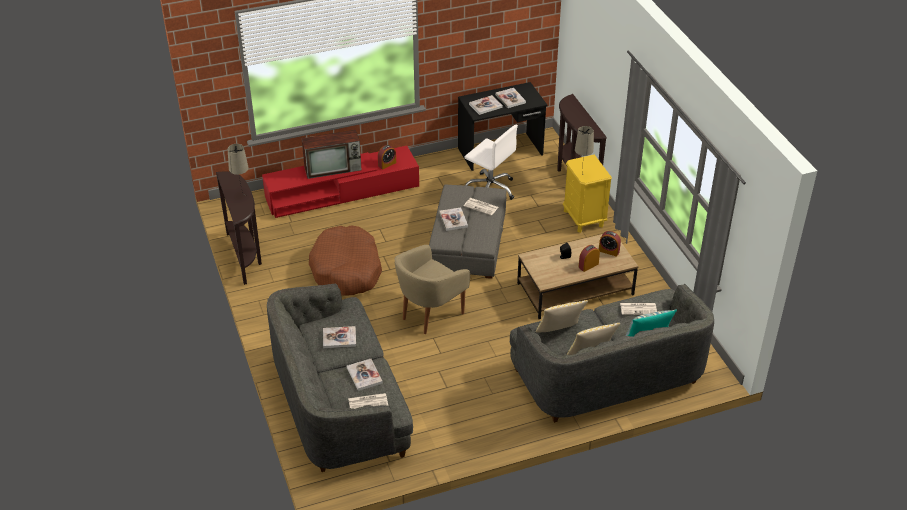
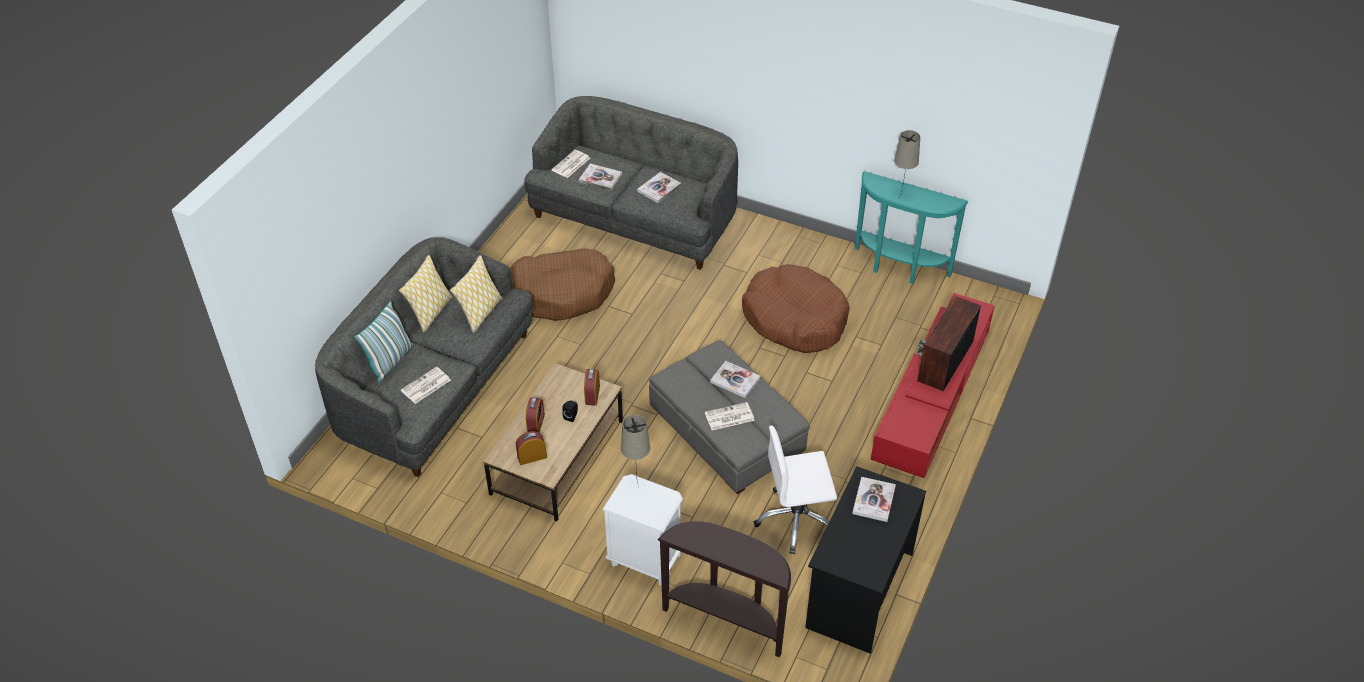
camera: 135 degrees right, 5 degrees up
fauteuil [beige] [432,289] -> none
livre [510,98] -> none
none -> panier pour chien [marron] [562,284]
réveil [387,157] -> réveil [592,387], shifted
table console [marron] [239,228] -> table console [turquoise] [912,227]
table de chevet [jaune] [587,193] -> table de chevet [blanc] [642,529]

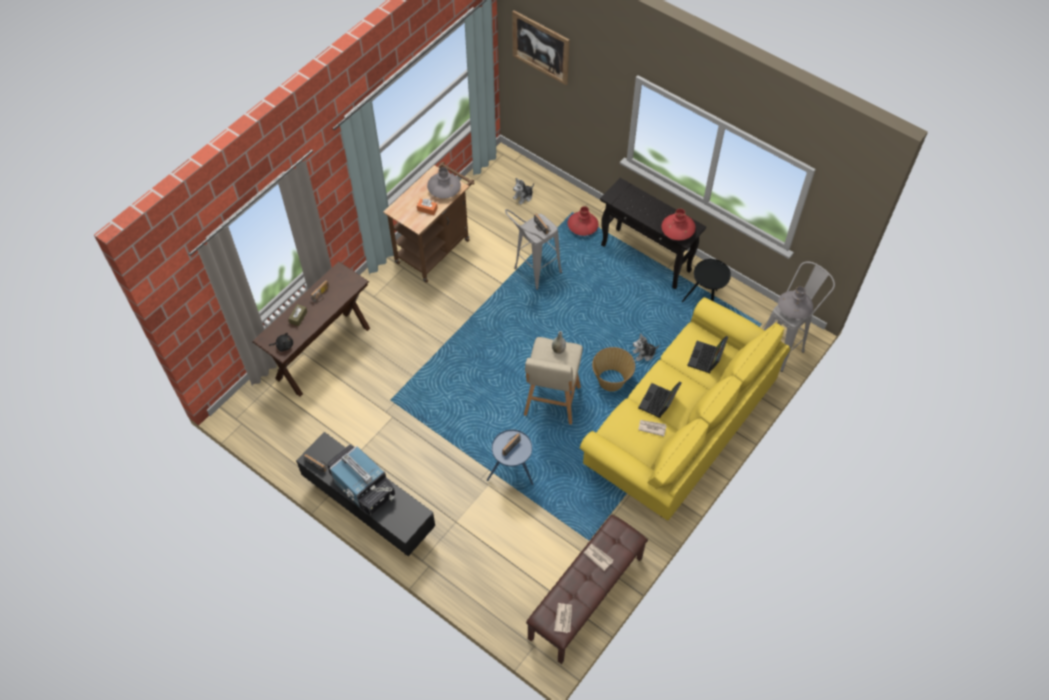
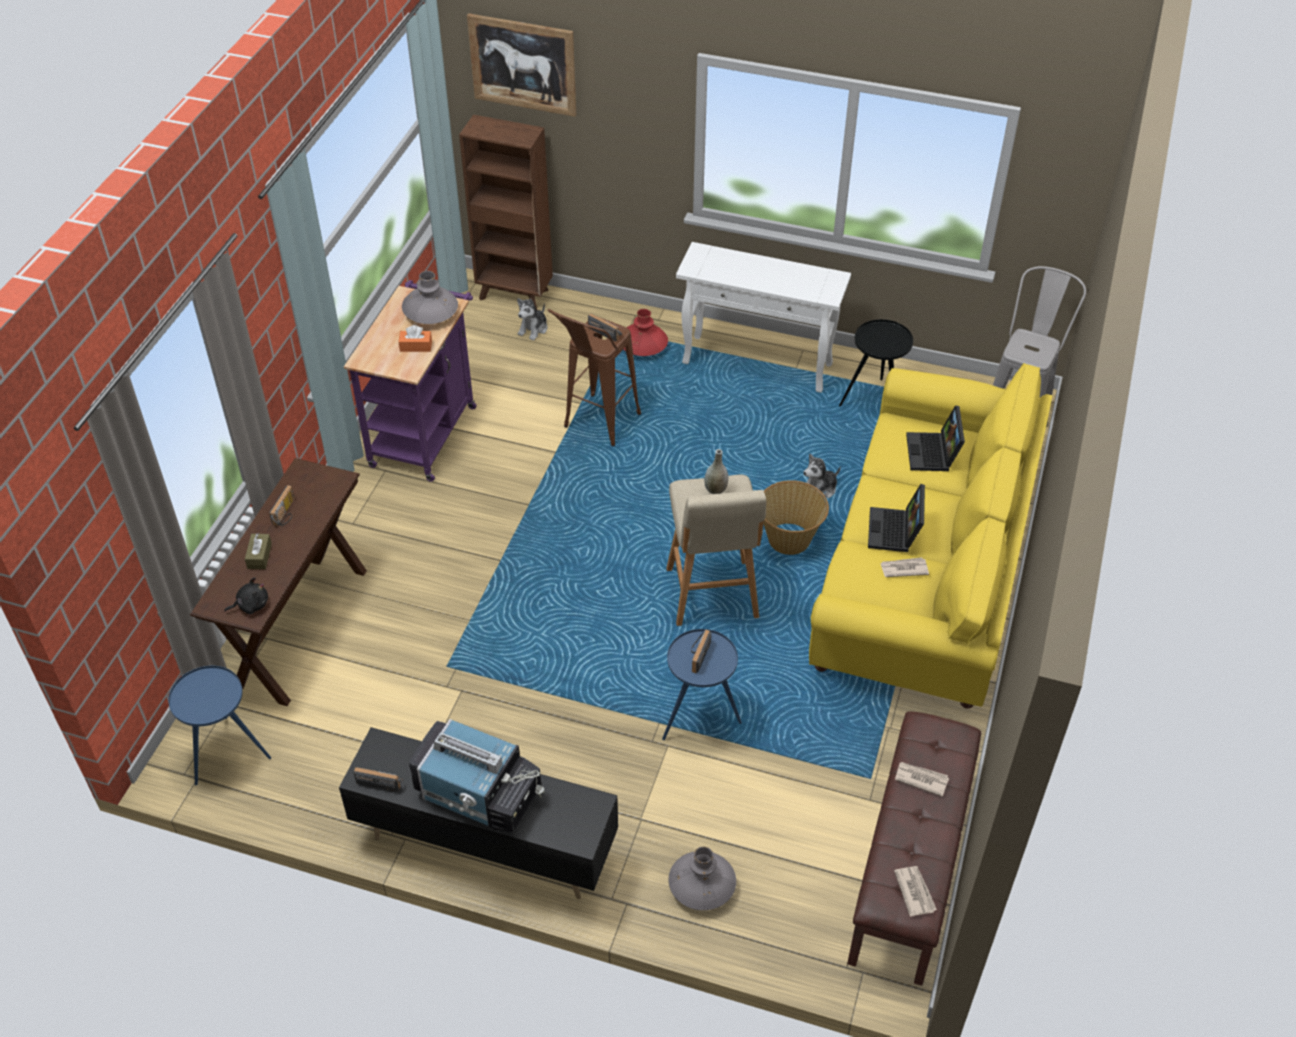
camera: 20 degrees left, 10 degrees down
vase [rouge] [678,224] -> none
none -> table d'appoint [bleu] [219,725]
none -> bibliothèque [marron] [506,212]
vase [gris] [795,302] -> vase [gris] [702,878], shifted
chariot [marron] [428,222] -> chariot [violet] [410,381]
tabouret [gris] [533,249] -> tabouret [marron] [594,377]
table console [noir] [653,233] -> table console [blanc] [763,317]

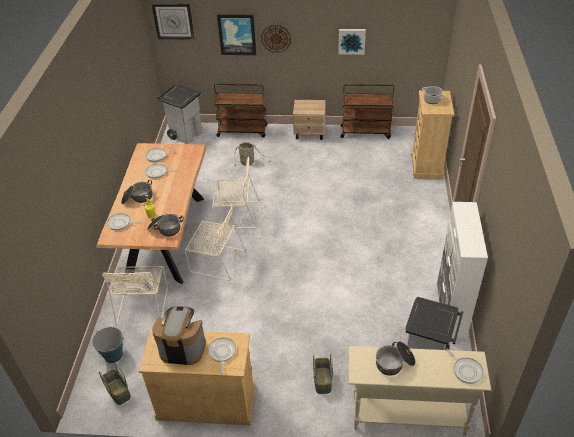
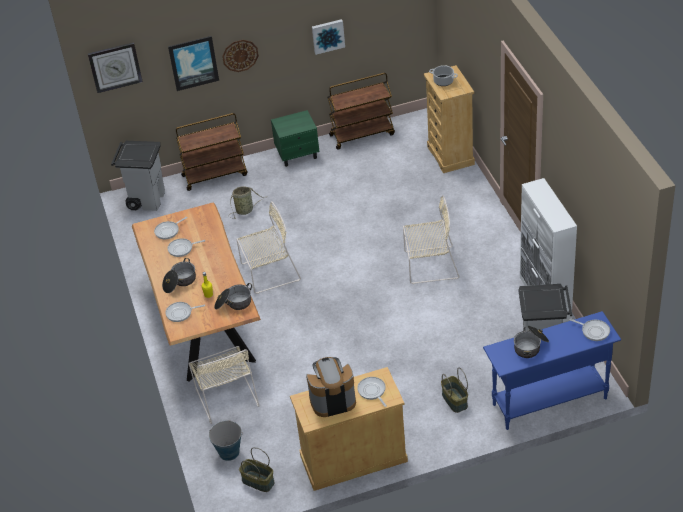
camera: 20 degrees left, 0 degrees up
chaise [beige] [215,242] -> chaise [beige] [431,239], shifted
table de chevet [beige] [309,120] -> table de chevet [vert] [295,138]
table console [beige] [419,391] -> table console [bleu] [552,370]

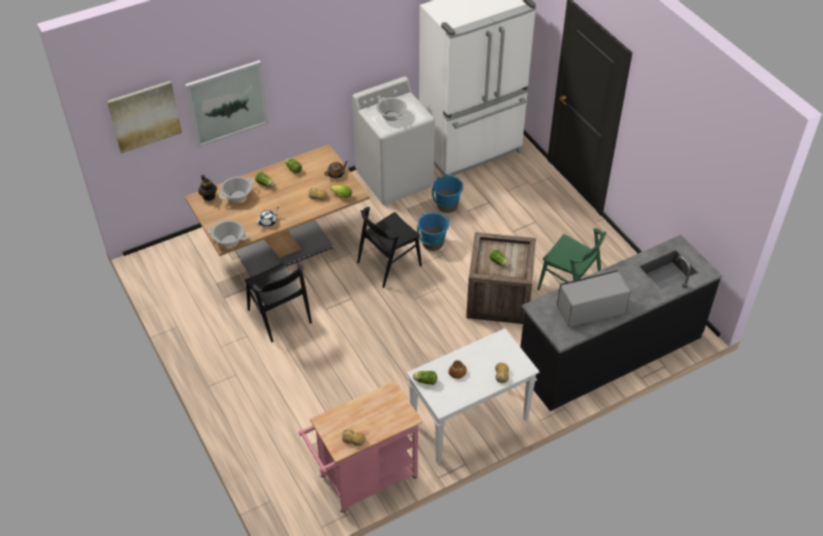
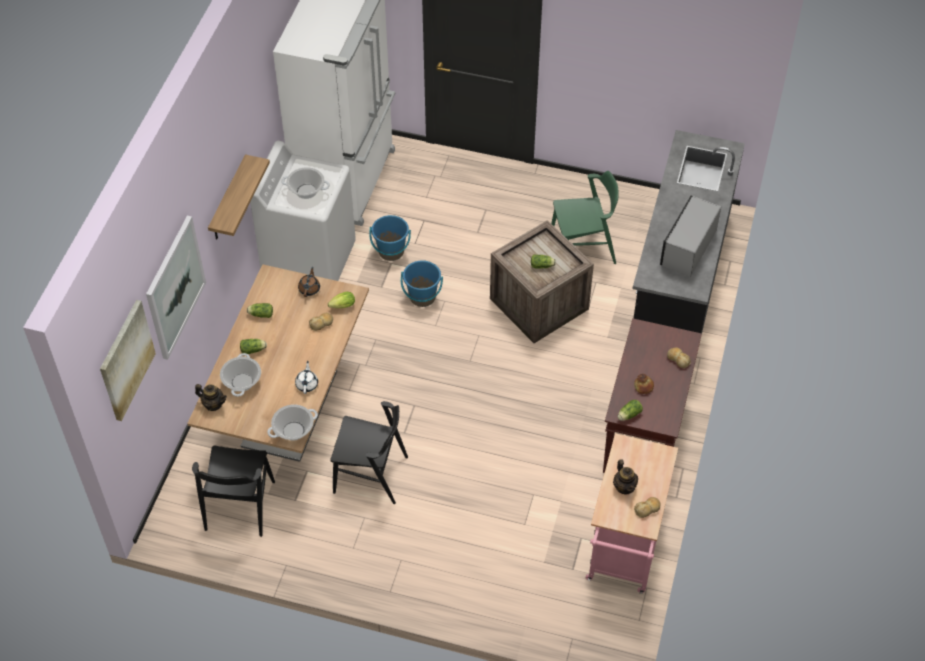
camera: 45 degrees left, 5 degrees up
none -> étagère [239,197]
none -> théière [625,477]
chaise [noir] [389,247] -> chaise [noir] [233,491], shifted
table console [blanc] [473,396] -> table console [marron] [652,396]

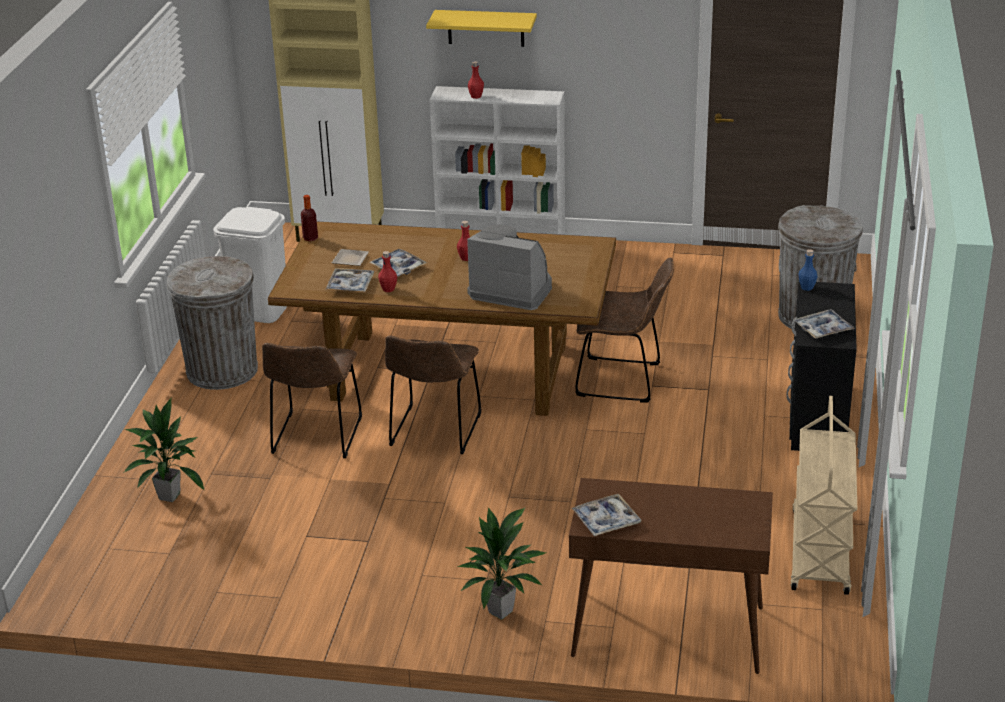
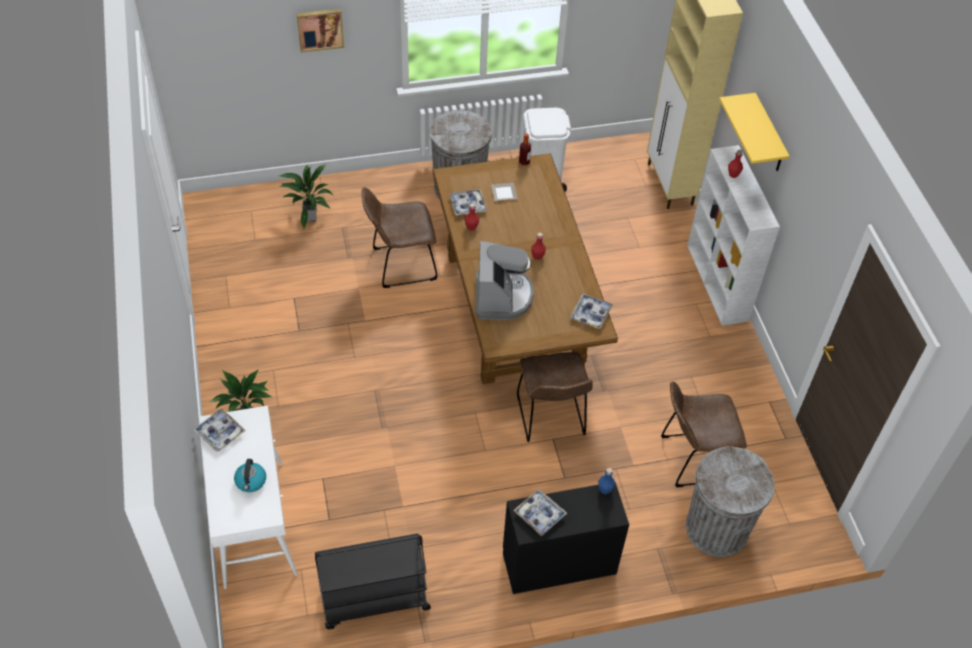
camera: 65 degrees right, 20 degrees up
none -> bouilloire [250,475]
none -> tableau [320,31]
plateau [398,263] -> plateau [591,311], shifted
chaise [marron] [433,395] -> chaise [marron] [704,434], shifted
table console [marron] [671,576] -> table console [blanc] [248,497]
chariot [beige] [824,495] -> chariot [noir] [373,581]

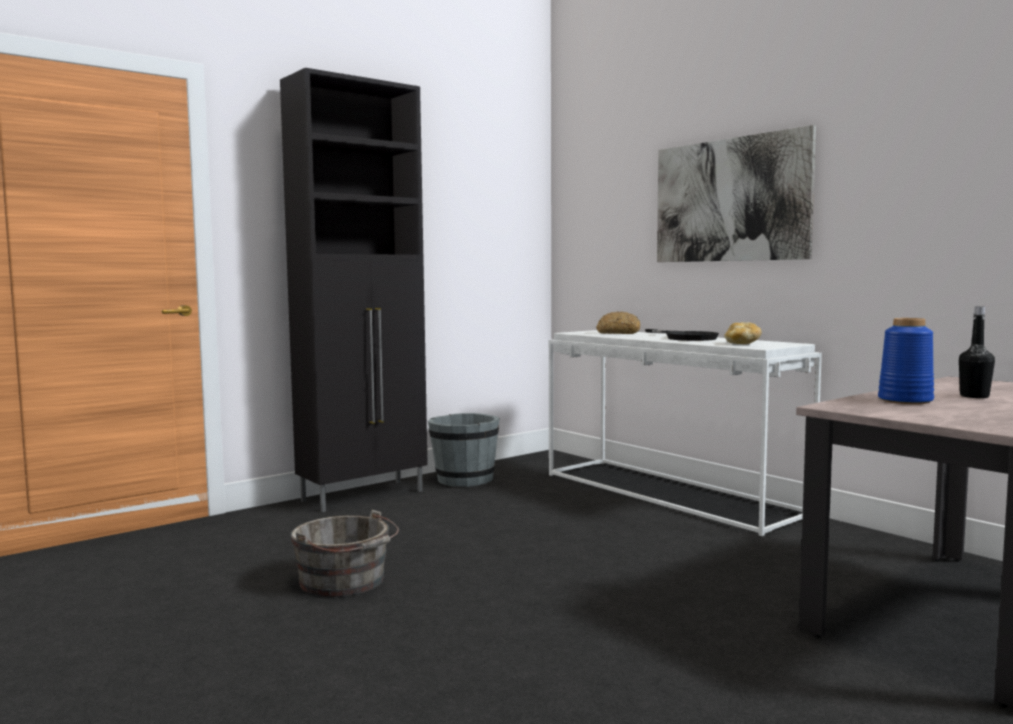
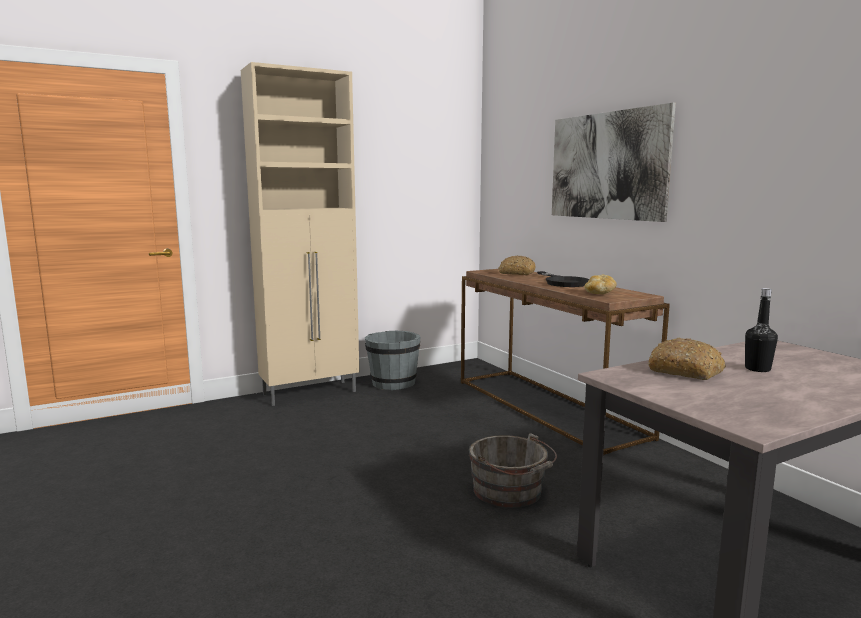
camera: 10 degrees right, 5 degrees up
seau [gris] [345,553] -> seau [gris] [513,470], shifted
vase [bleu] [906,361] -> pain [687,359]
meuble de rangement [noir] [354,290] -> meuble de rangement [beige] [300,234]
table console [blanc] [685,433] -> table console [marron] [565,362]

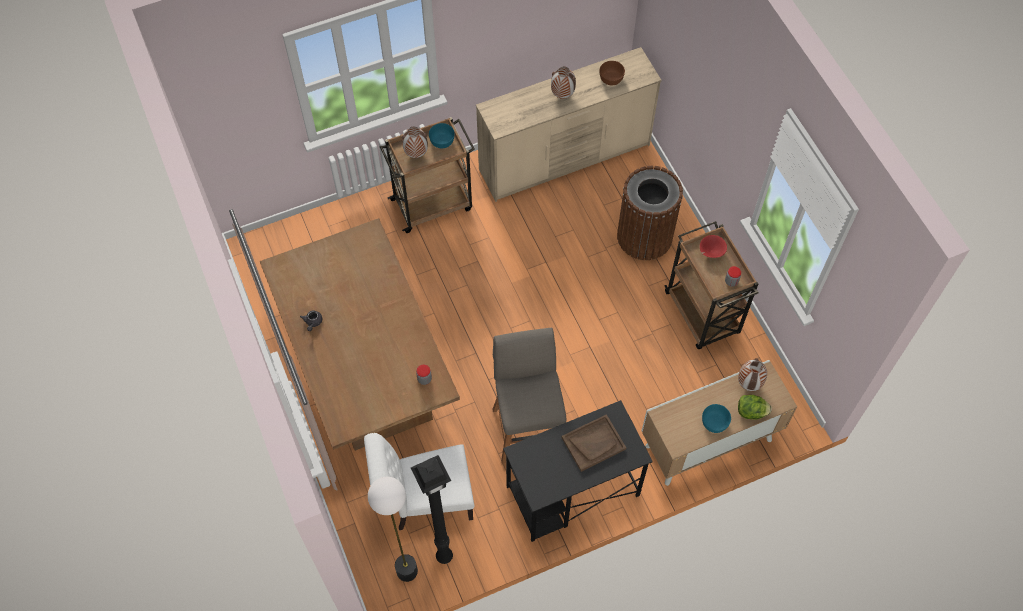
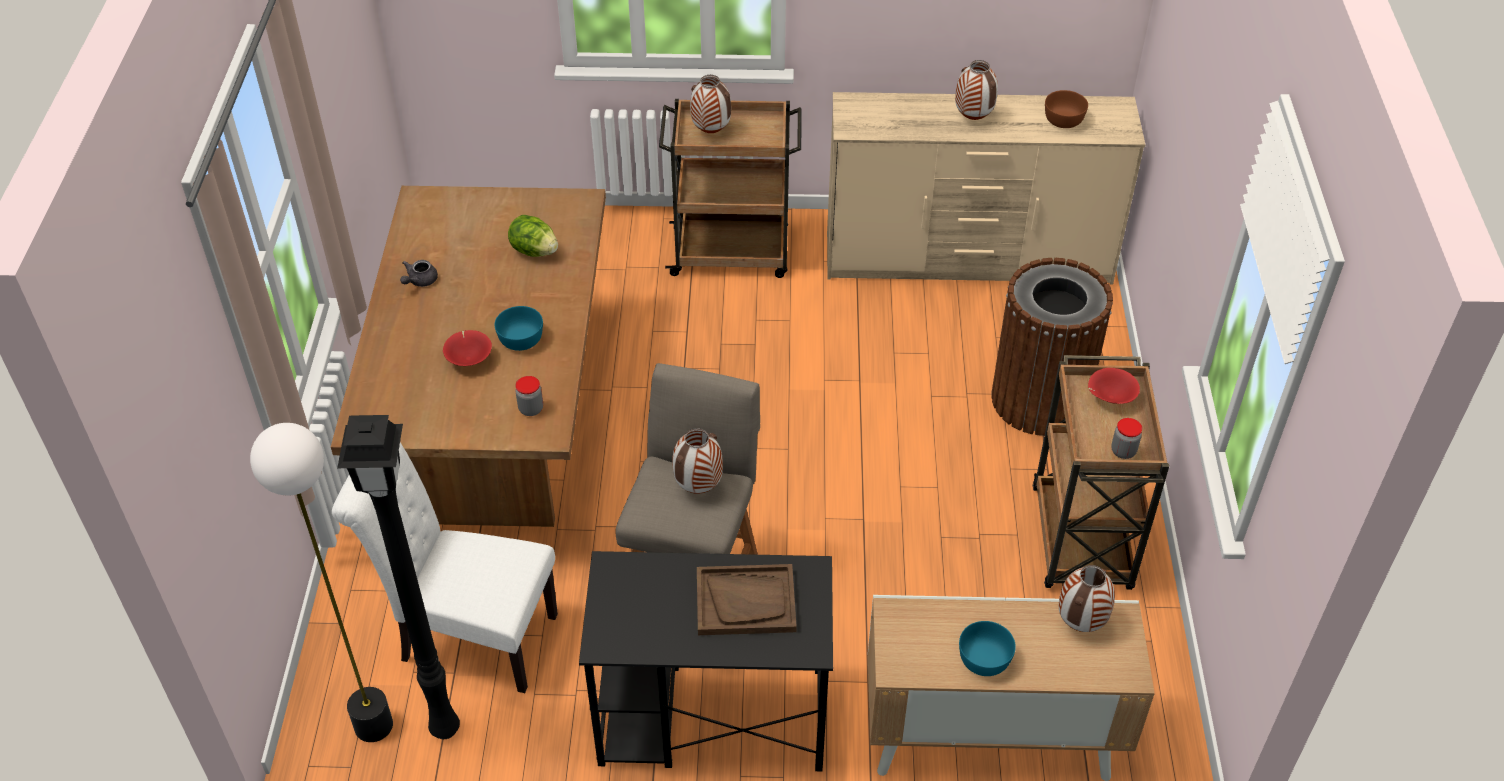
camera: 25 degrees right, 15 degrees down
none -> bol [rouge] [467,348]
none -> vase [697,461]
bol [turquoise] [442,135] -> bol [turquoise] [519,328], shifted
laitue [755,407] -> laitue [533,236], shifted

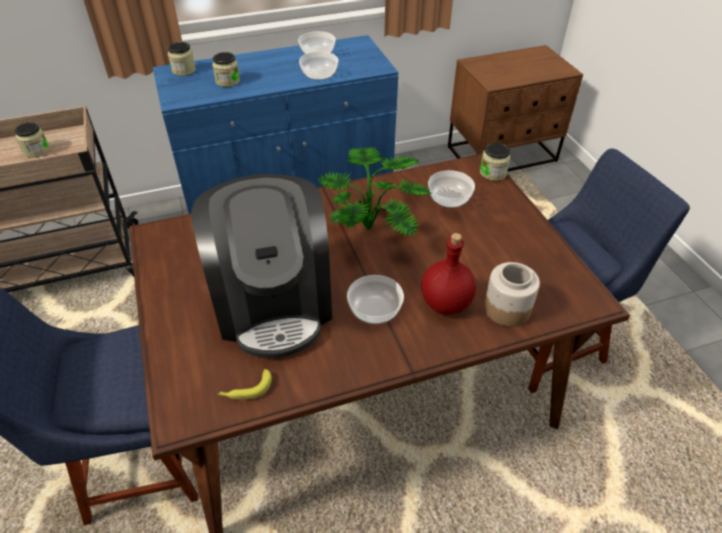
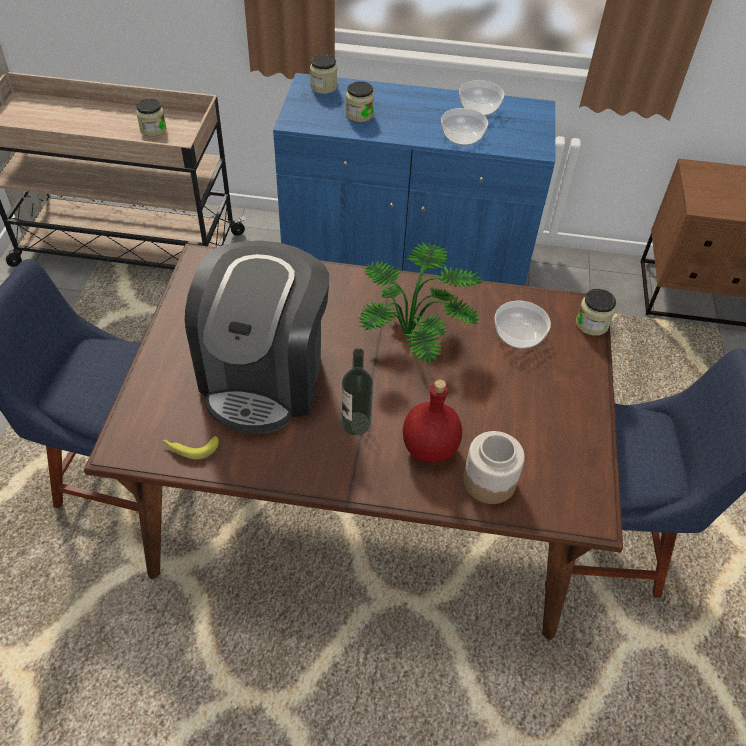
camera: 25 degrees right, 5 degrees up
bol [375,299] -> bouteille [357,391]

